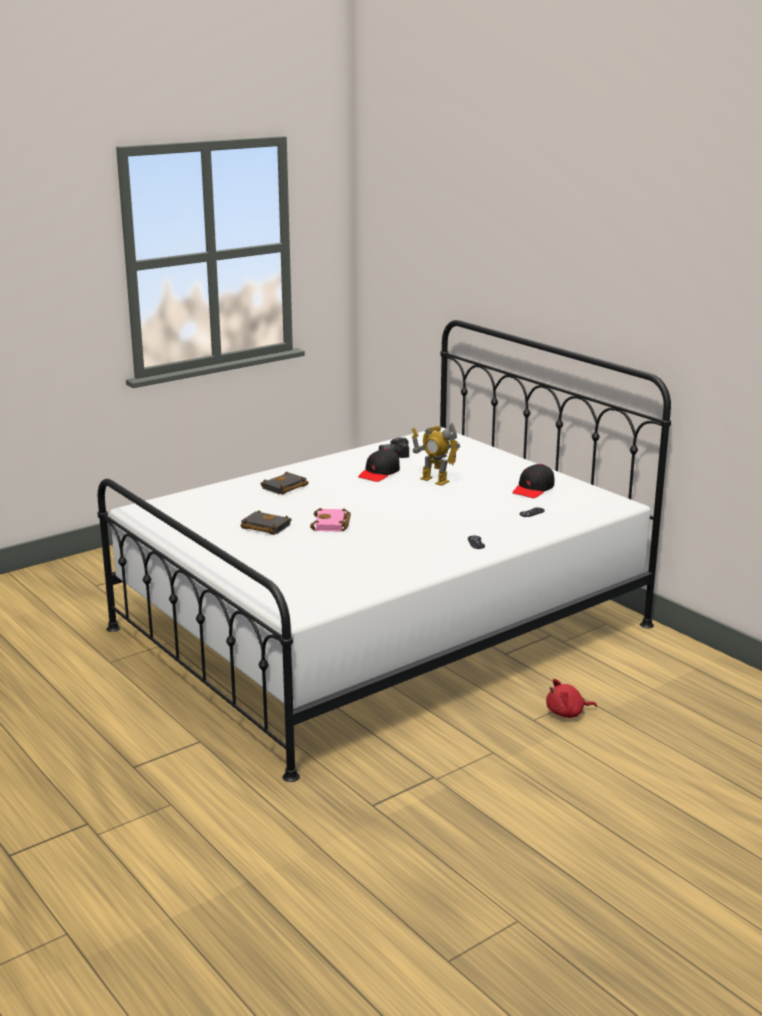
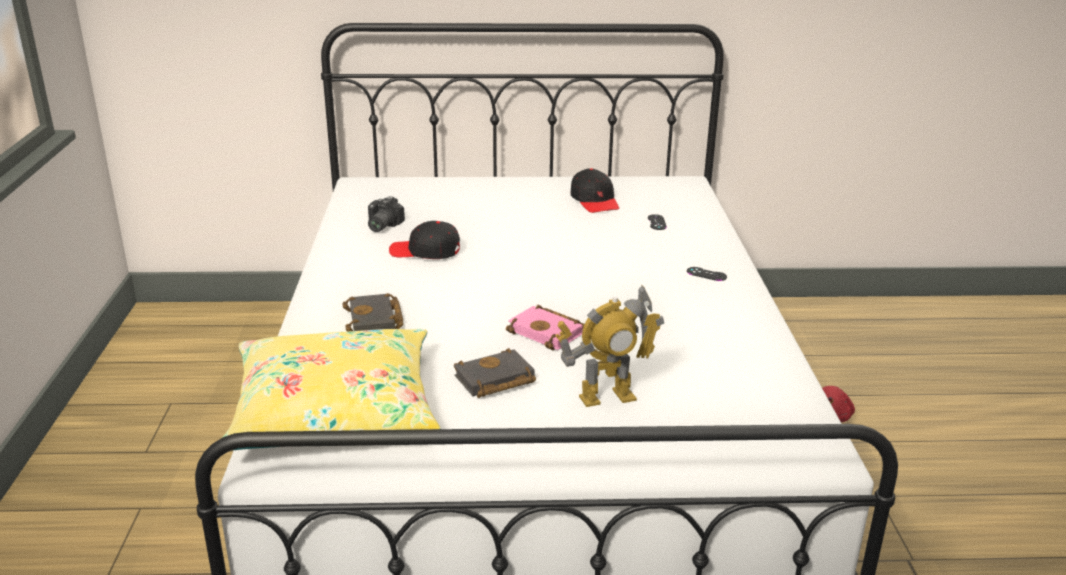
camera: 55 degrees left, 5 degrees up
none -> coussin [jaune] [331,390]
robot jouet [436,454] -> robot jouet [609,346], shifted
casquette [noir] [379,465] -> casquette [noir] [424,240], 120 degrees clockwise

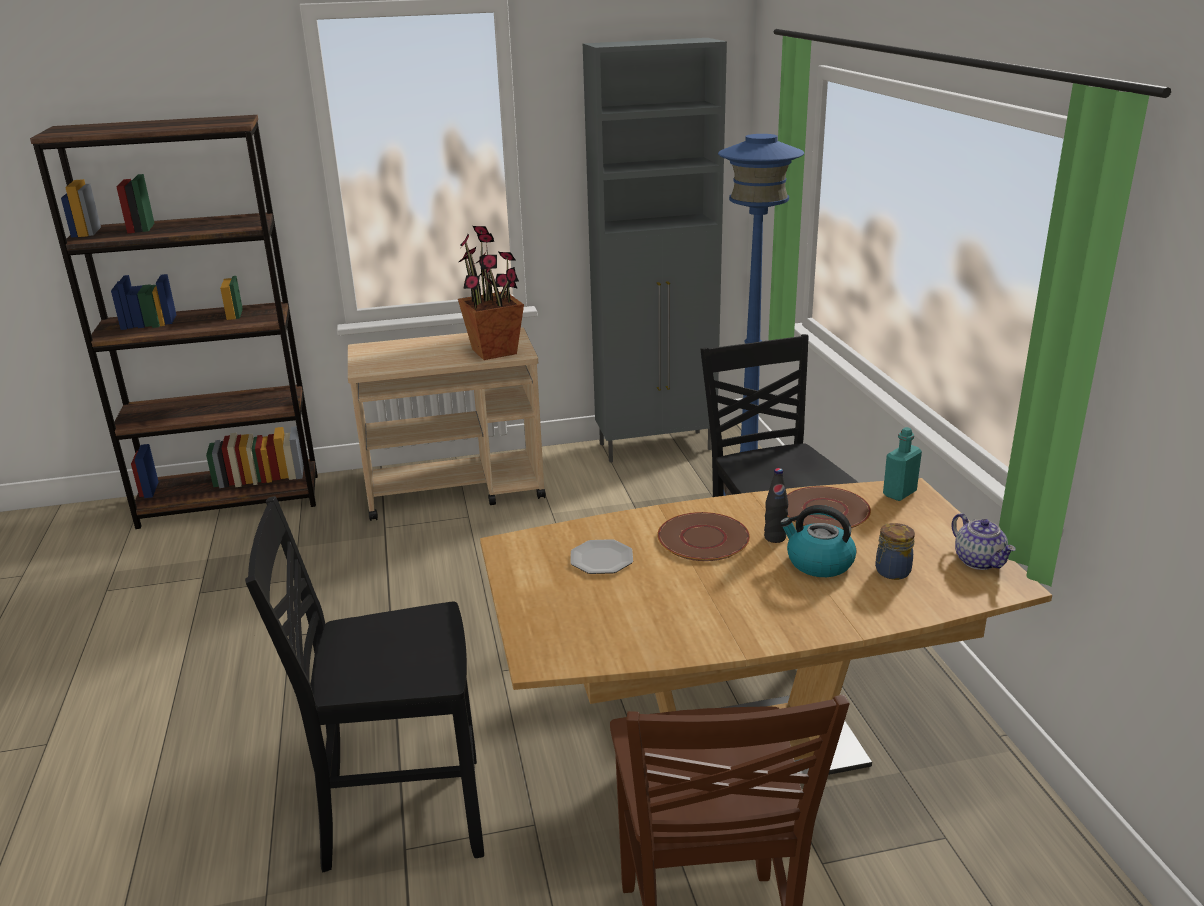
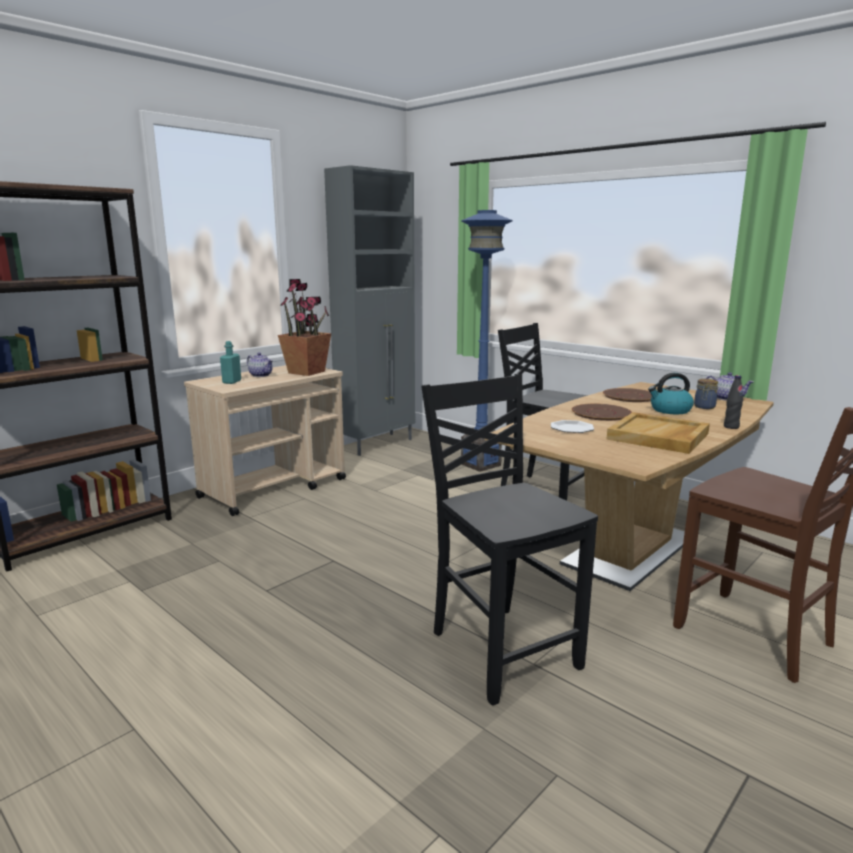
camera: 35 degrees left, 10 degrees down
none -> théière [260,364]
none -> plateau [beige] [658,433]
bouteille [noir] [776,505] -> bouteille [noir] [733,402], shifted
bouteille [turquoise] [902,464] -> bouteille [turquoise] [230,362], shifted
chaise [noir] [364,684] -> chaise [noir] [509,540], 105 degrees clockwise

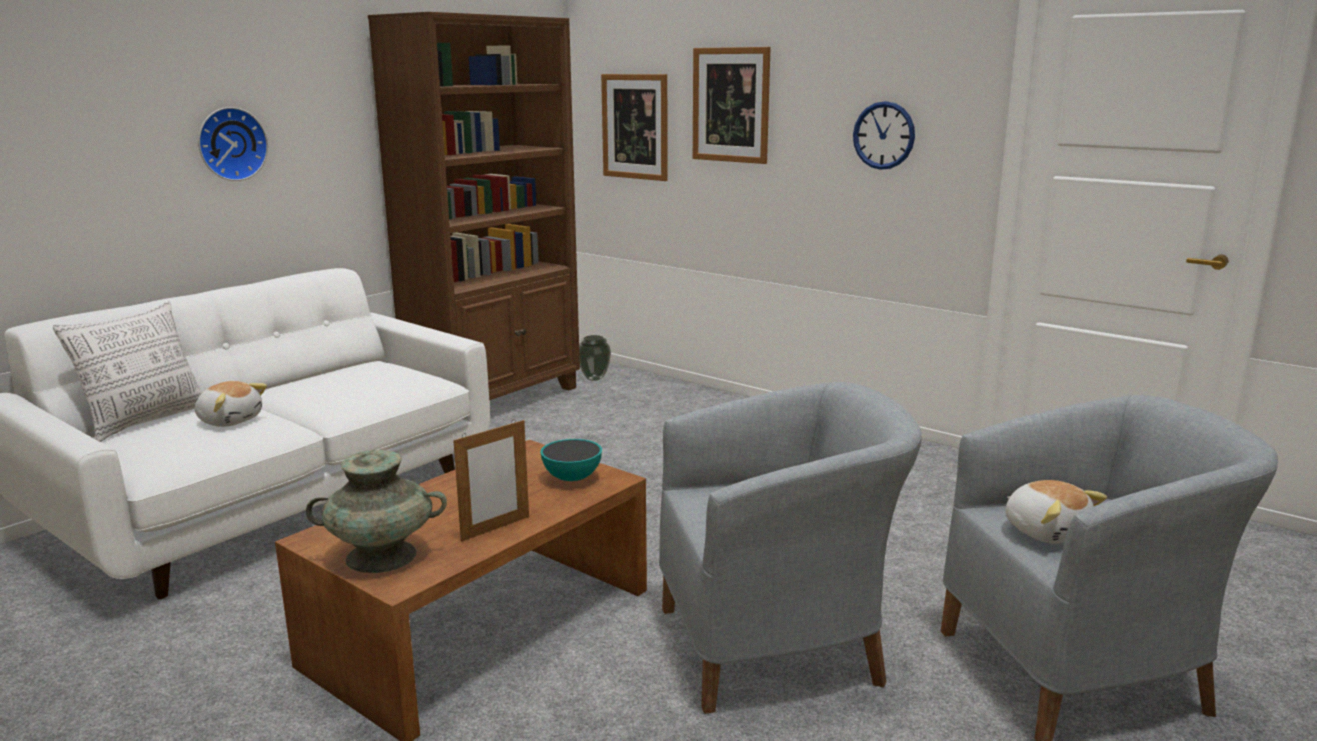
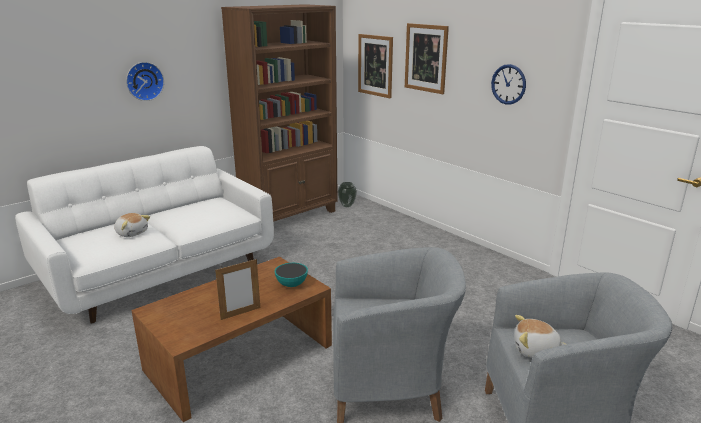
camera: 10 degrees right, 5 degrees up
coussin [127,371] -> none
vase [turquoise] [376,511] -> none
peluche [1056,512] -> peluche [540,336], 120 degrees clockwise

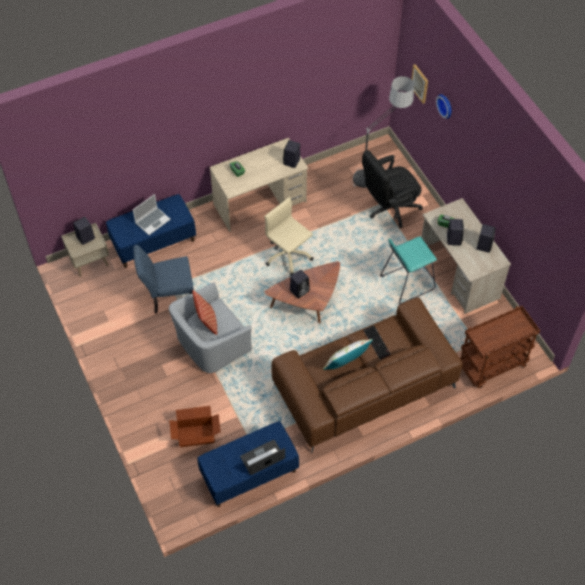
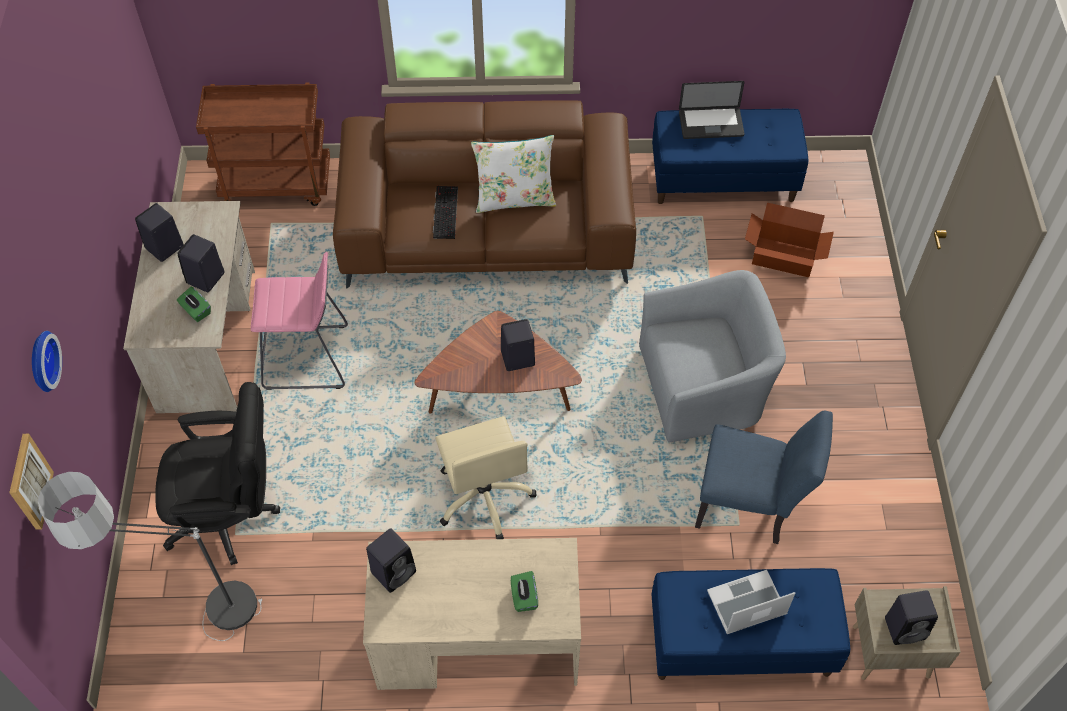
camera: 155 degrees left, 0 degrees up
coussin [204,312] -> none
tabouret [turquoise] [408,270] -> tabouret [rose] [299,321]

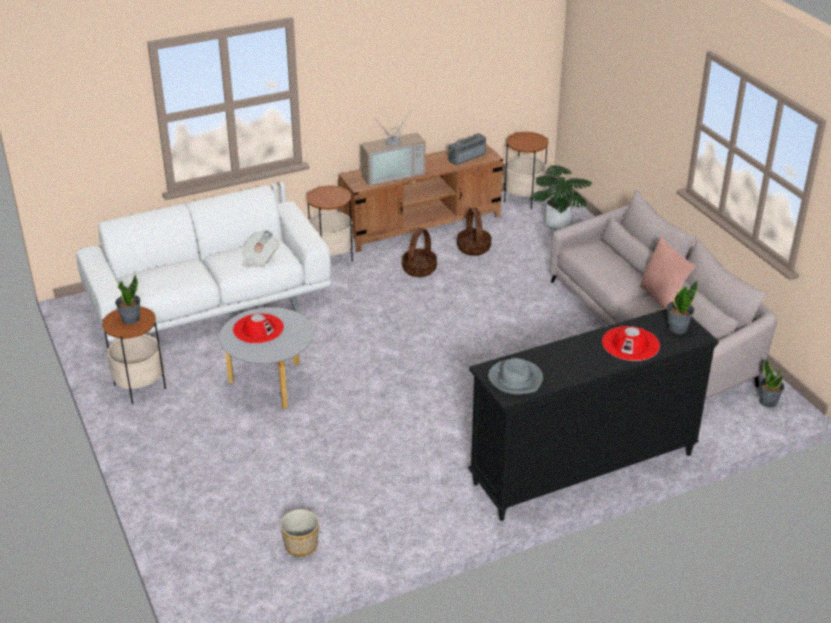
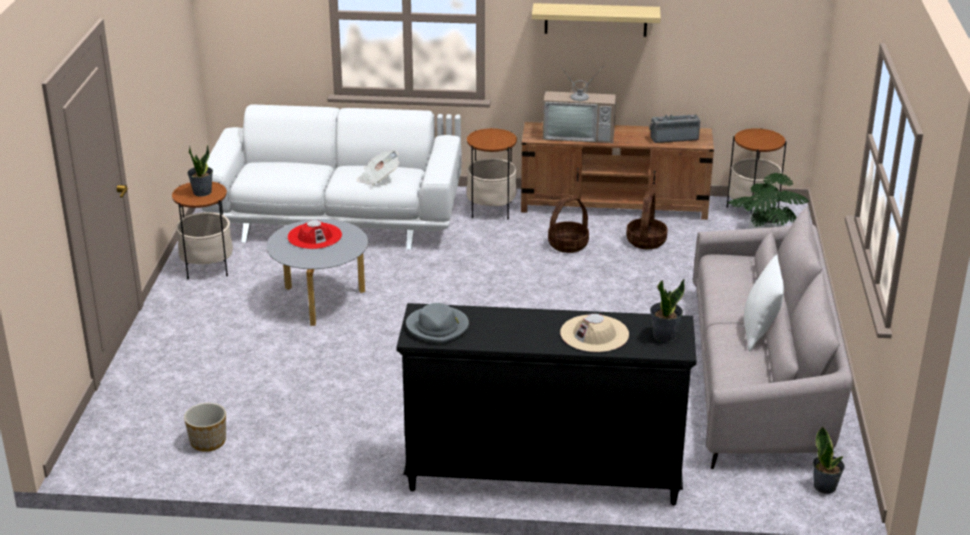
camera: 30 degrees right, 5 degrees down
none -> étagère [596,20]
chapeau [rouge] [631,343] -> chapeau [beige] [594,333]
coussin [rose] [668,272] -> coussin [blanc] [764,303]

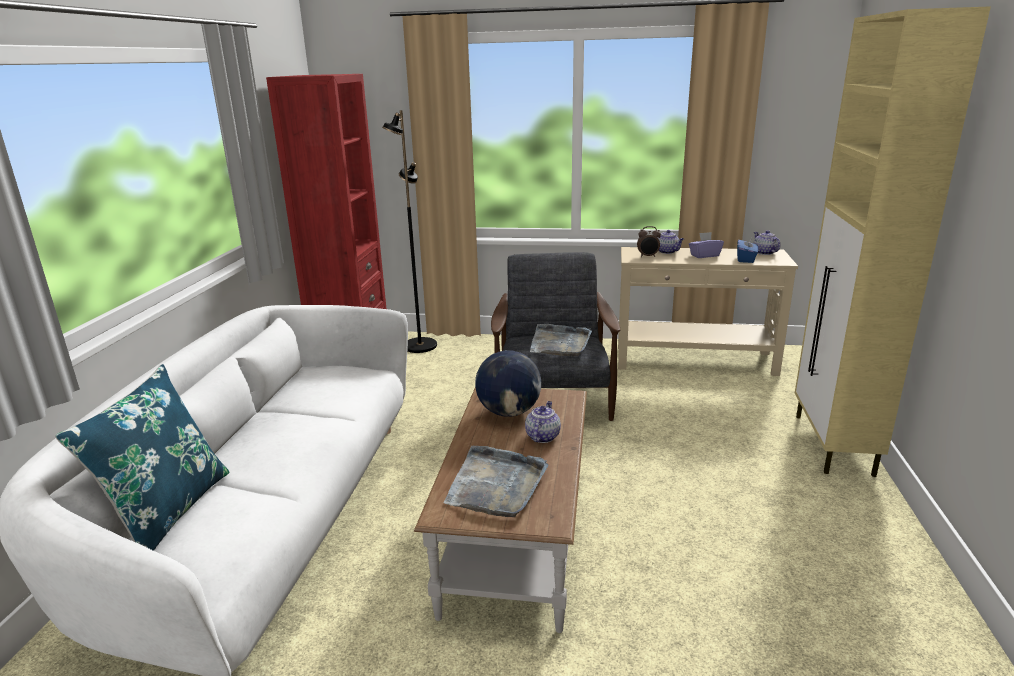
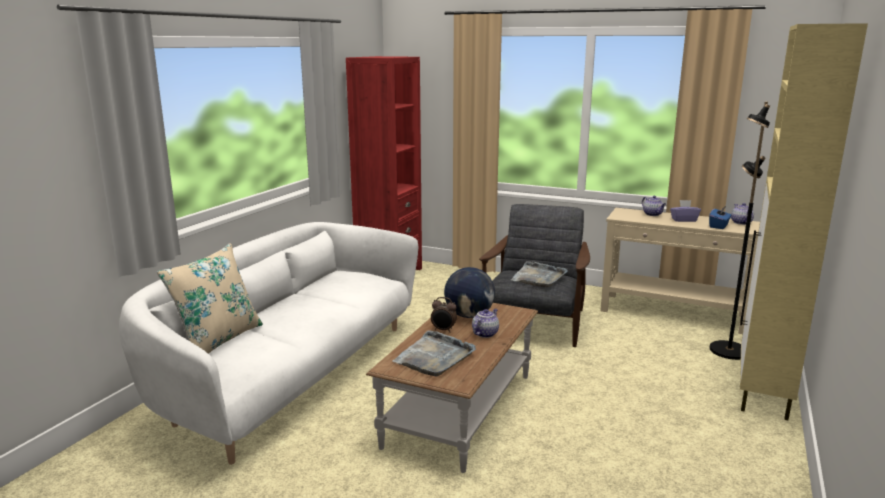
camera: 15 degrees right, 5 degrees down
lampadaire [noir] [409,231] -> lampadaire [noir] [740,231], shifted
réveil [649,241] -> réveil [444,314], shifted
coussin [bleu] [142,457] -> coussin [beige] [210,298]

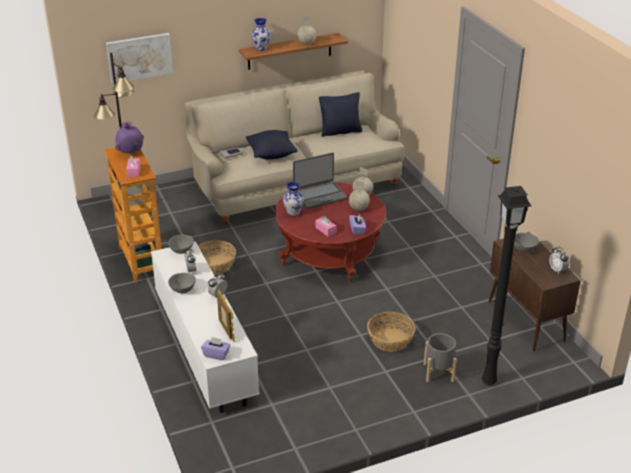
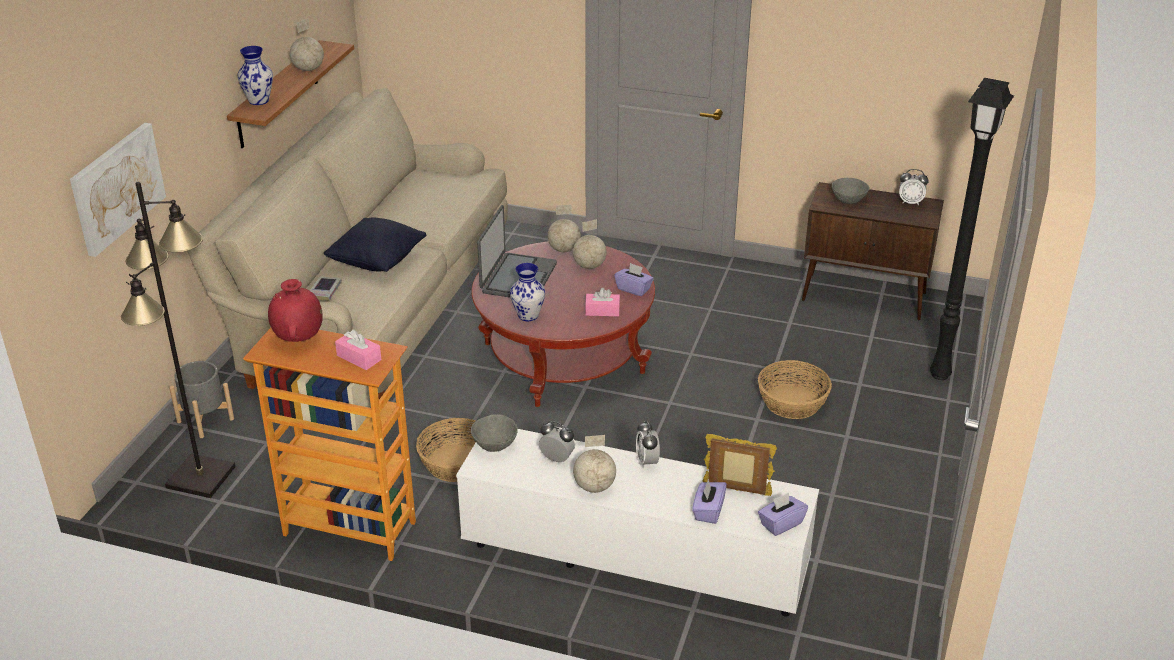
camera: 50 degrees left, 0 degrees up
coussin [noir] [340,114] -> none
none -> boîte à mouchoirs [violet] [709,501]
cache-pot [gris] [440,357] -> cache-pot [gris] [201,399], shifted
bol [gris] [182,283] -> globe [594,464]
vase [violet] [129,137] -> vase [rouge] [295,310]

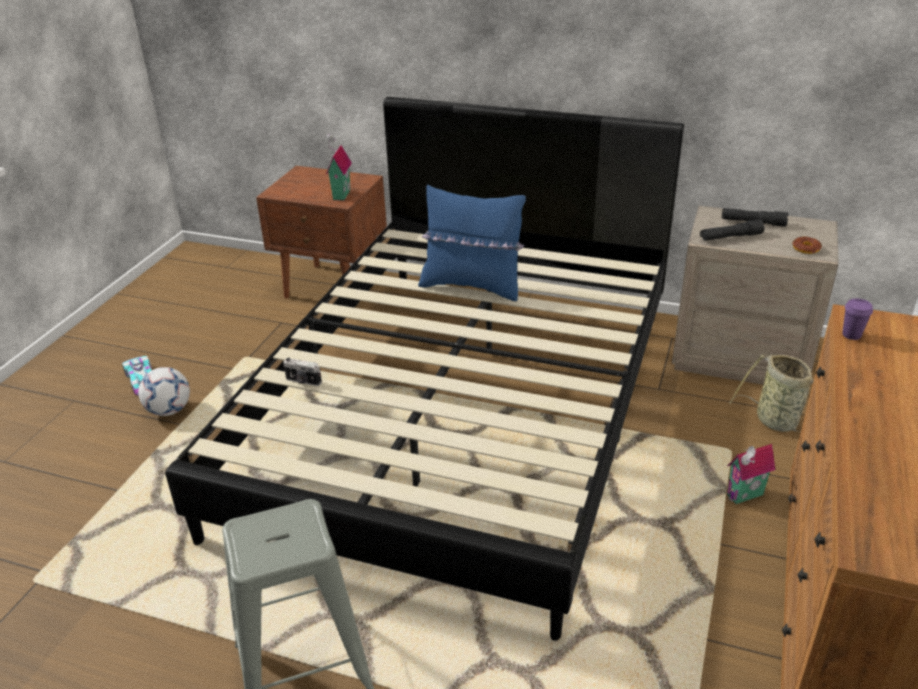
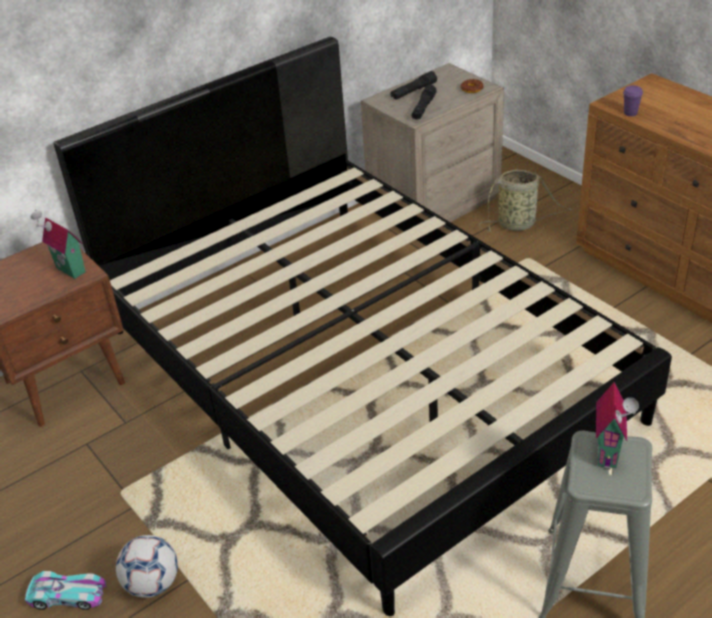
camera: 55 degrees left, 5 degrees up
appareil photo [302,372] -> none
coussin [bleu] [472,243] -> none
maison miniature [751,474] -> maison miniature [617,425], shifted

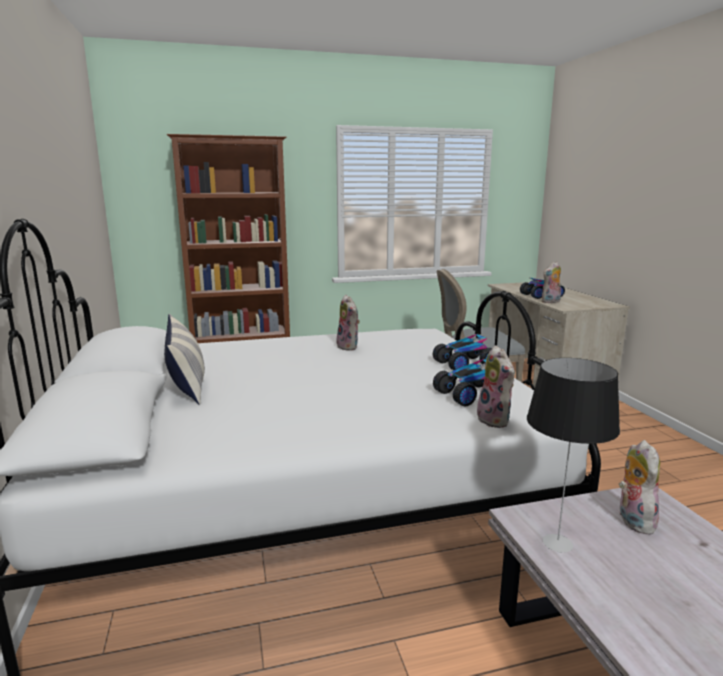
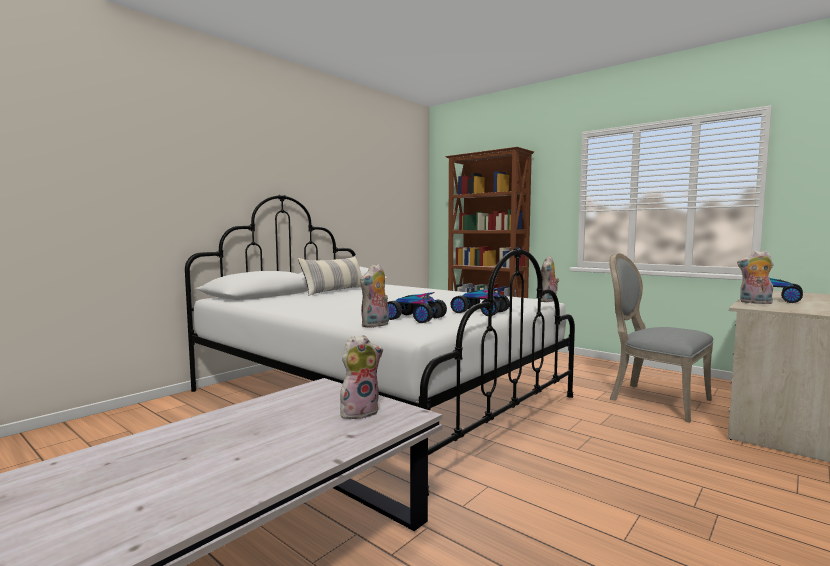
camera: 55 degrees right, 10 degrees down
lampe de table [573,455] -> none
peluche [348,323] -> peluche [550,279], shifted

